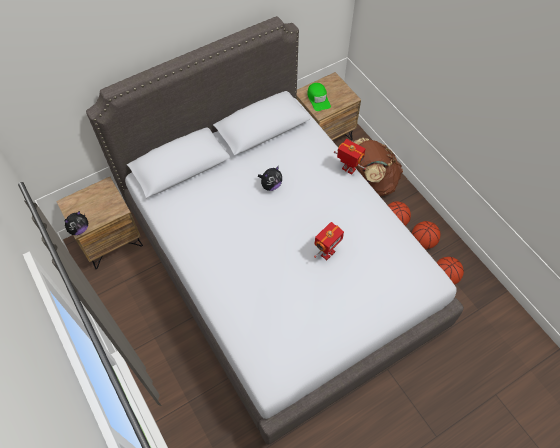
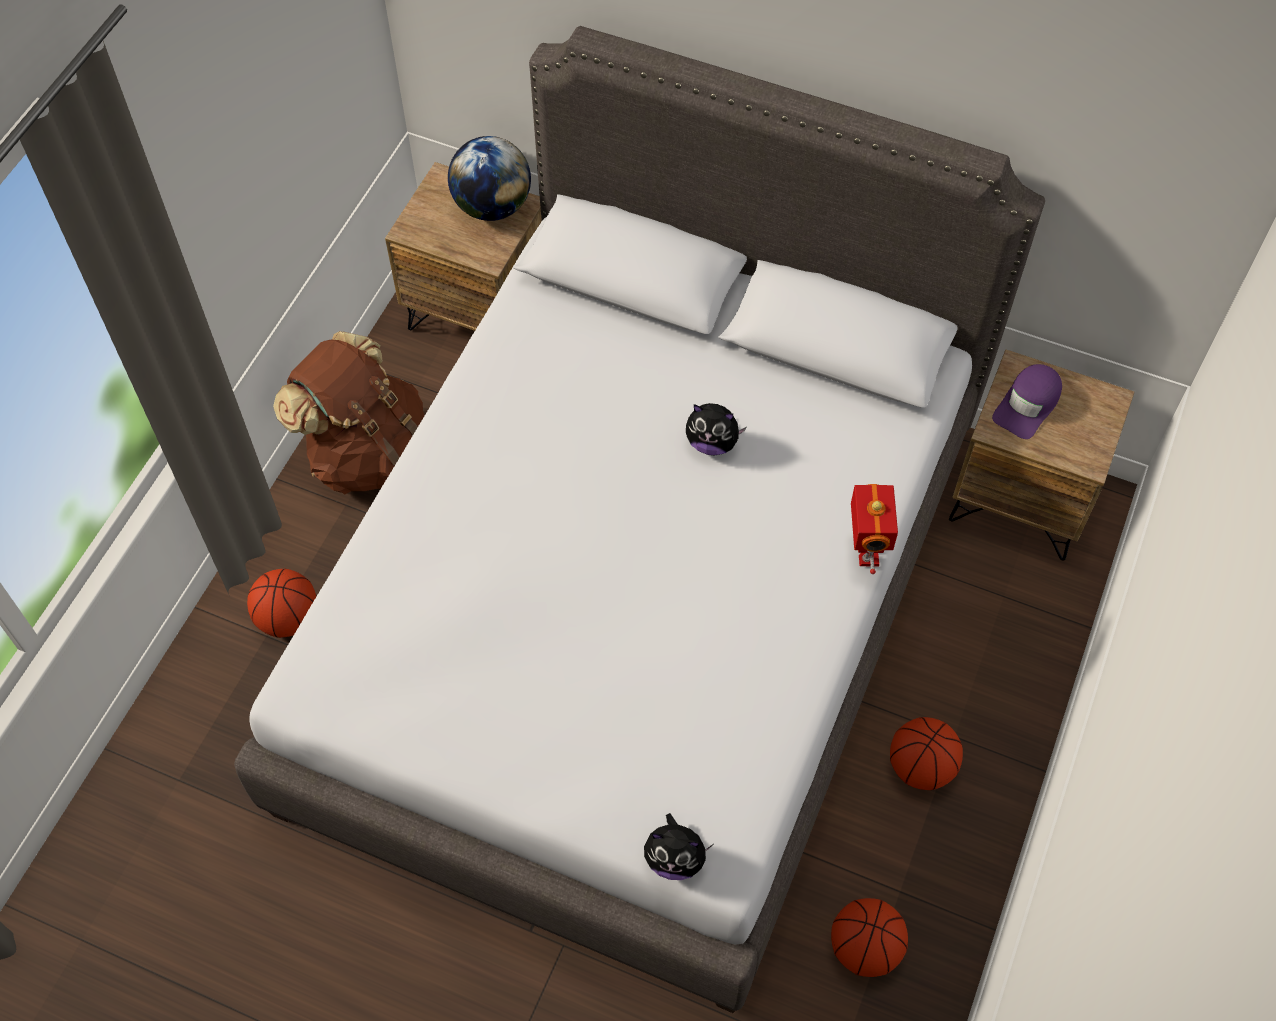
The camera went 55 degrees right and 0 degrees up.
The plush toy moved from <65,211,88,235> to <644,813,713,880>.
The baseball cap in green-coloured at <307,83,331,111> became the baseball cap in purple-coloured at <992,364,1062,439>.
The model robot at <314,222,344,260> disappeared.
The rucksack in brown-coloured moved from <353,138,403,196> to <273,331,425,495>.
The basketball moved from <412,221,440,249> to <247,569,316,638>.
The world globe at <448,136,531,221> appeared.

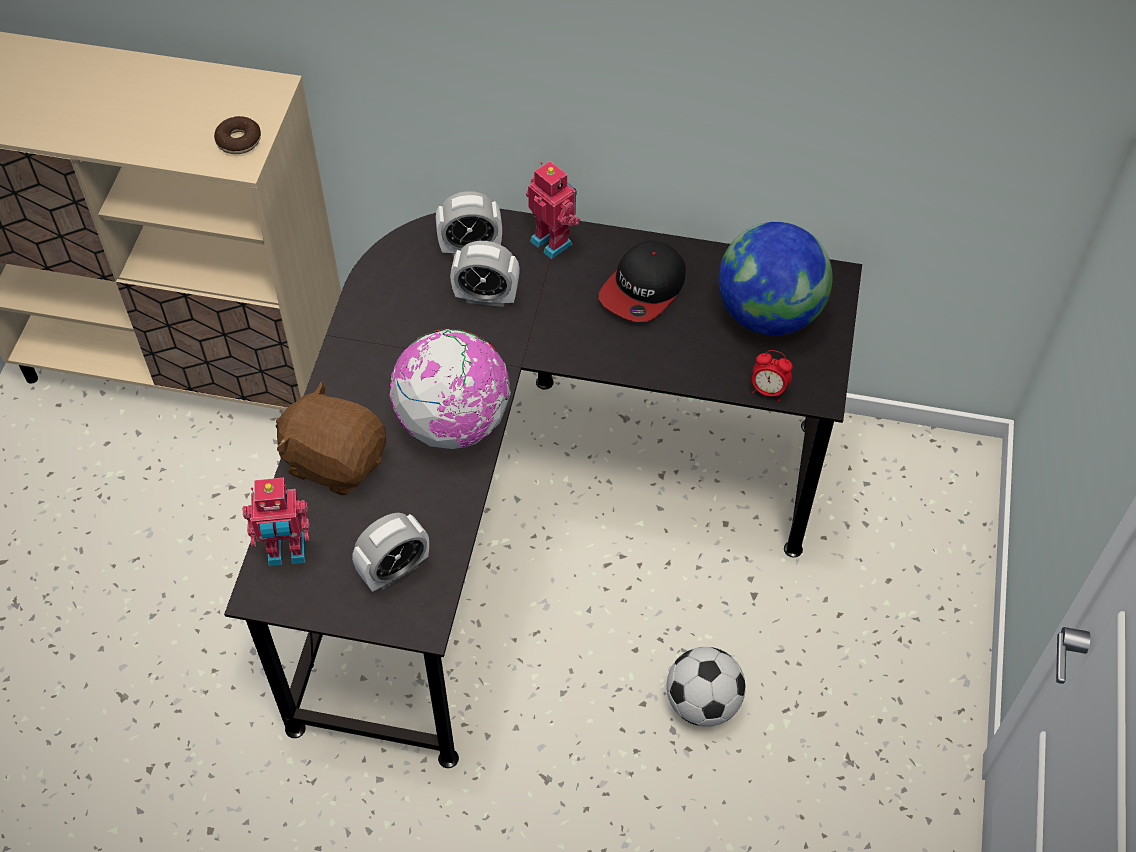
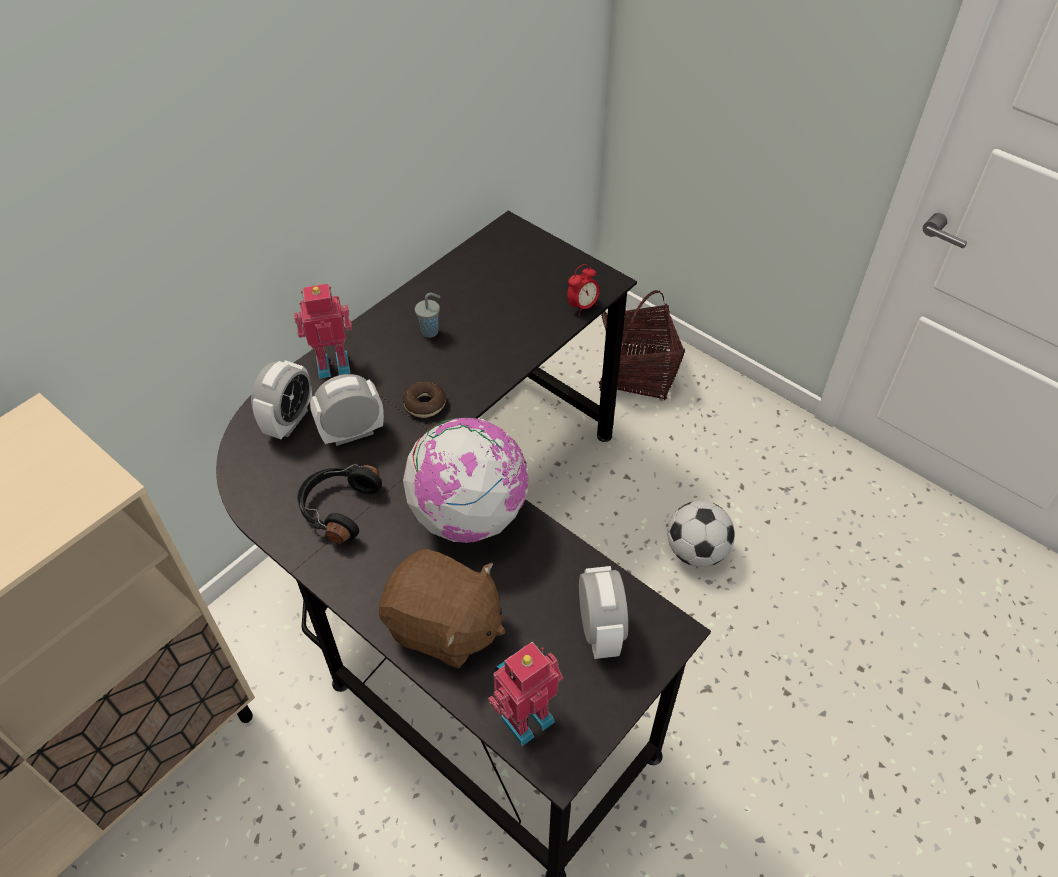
The camera went 60 degrees left and 5 degrees down.
The donut moved from <214,116,261,154> to <403,381,446,418>.
The model robot at <243,478,310,566> turned 150 degrees counterclockwise.
The plush toy in brown-coloured at <276,381,386,495> turned 120 degrees counterclockwise.
The table clock at <450,241,520,307> turned 150 degrees counterclockwise.
The baseball cap at <599,240,686,322> was replaced by the small cup in gray at <415,293,440,338>.
The world globe at <718,222,833,335> disappeared.
The pair of headphones in black-coloured at <297,464,382,544> appeared.
The storage basket at <599,290,685,400> appeared.

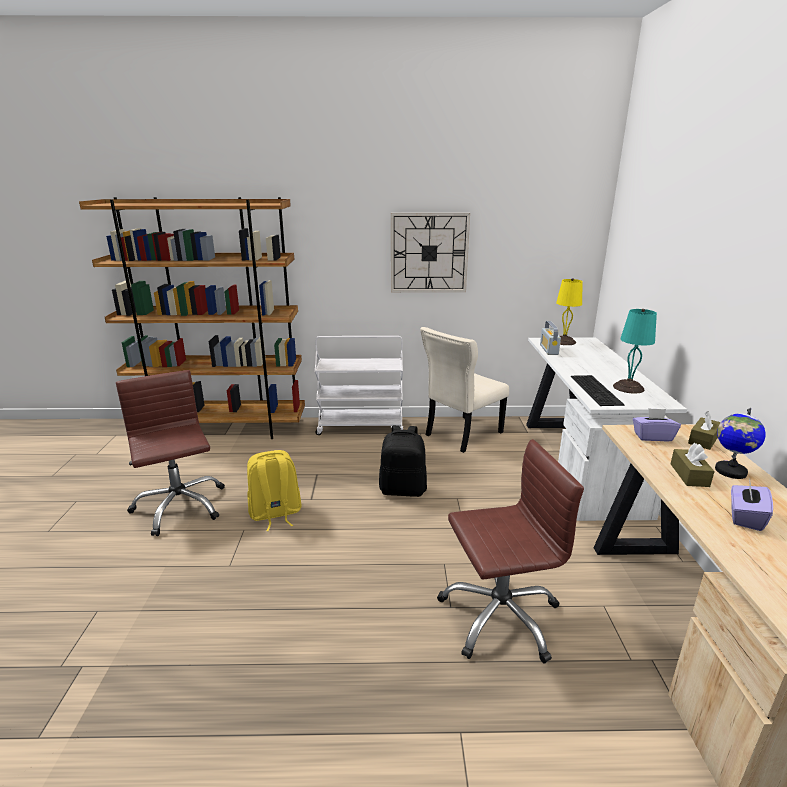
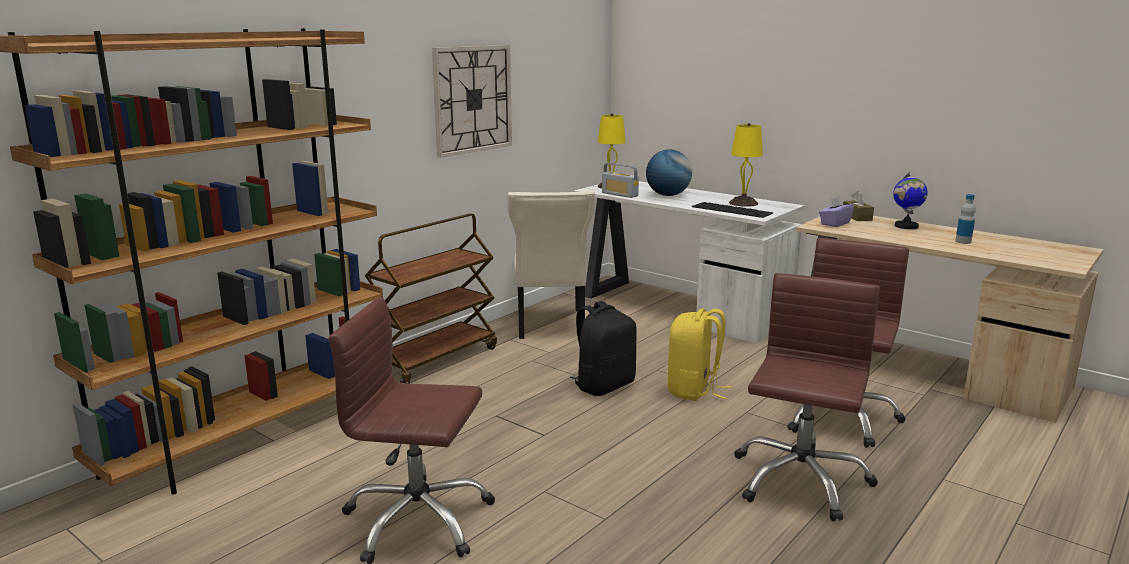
The camera went 50 degrees left and 5 degrees down.
The rucksack in yellow moved from <247,450,301,531> to <668,309,731,401>.
The wheeled cart in white at <315,336,403,435> became the wheeled cart in brown-coloured at <365,213,497,384>.
The tabletop lamp in blue-green at <613,309,657,393> became the tabletop lamp in yellow at <729,123,763,207>.
The tissue holder in brown-coloured at <671,443,715,487> disappeared.
The tissue holder in purple-coloured at <731,483,773,531> was replaced by the beverage bottle at <955,194,976,244>.
The world globe at <646,149,692,196> appeared.
The computer chair in brown-coloured at <734,273,880,521> appeared.

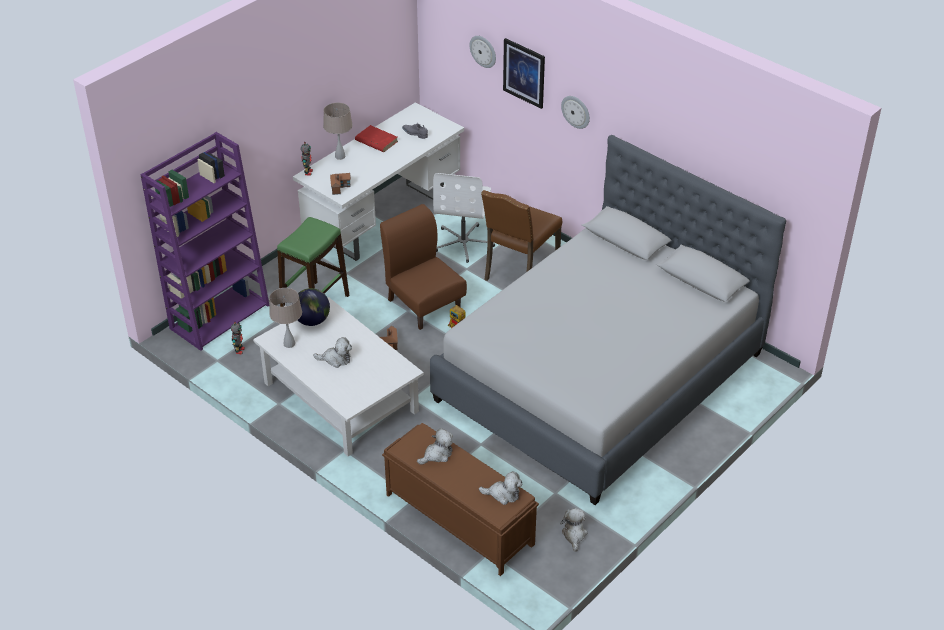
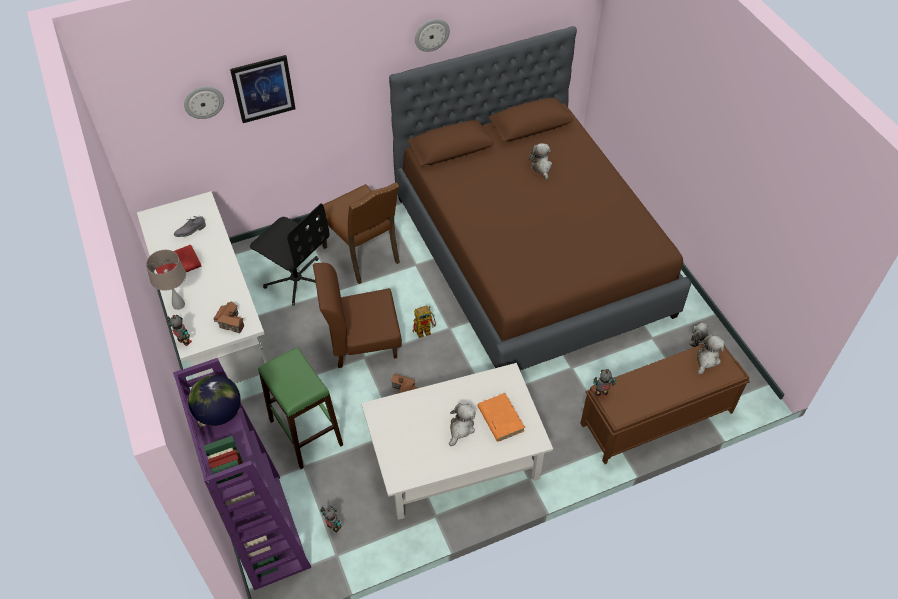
The camera went 65 degrees left and 10 degrees up.
The tabletop lamp in beige at <269,288,302,348> disappeared.
The world globe moved from <292,288,330,326> to <188,375,241,426>.
The plush toy moved from <417,428,453,465> to <529,143,552,180>.
The bedroom bed in gray at <430,135,786,505> became the bedroom bed in brown-coloured at <389,26,691,370>.
The computer chair in white at <433,173,495,263> became the computer chair in black-coloured at <250,203,329,306>.
The clock on the wall moved from <561,96,590,129> to <415,19,450,52>.
The volume in orangey at <477,393,525,442> appeared.
The model robot at <593,369,616,397> appeared.

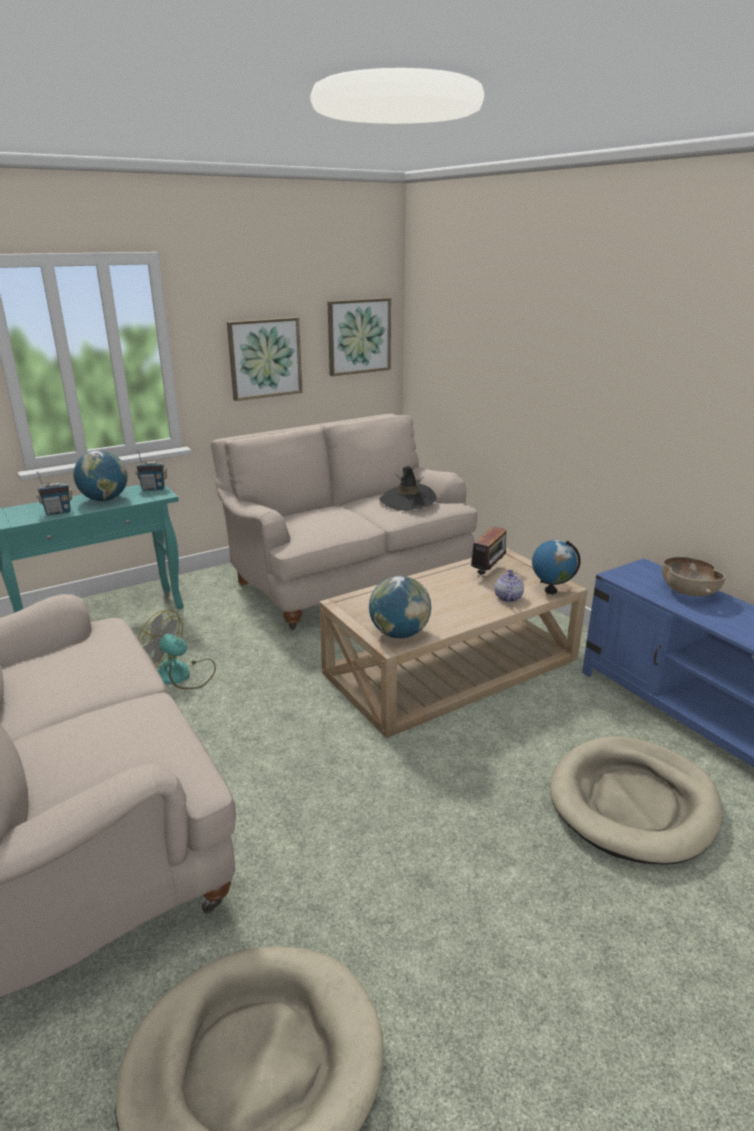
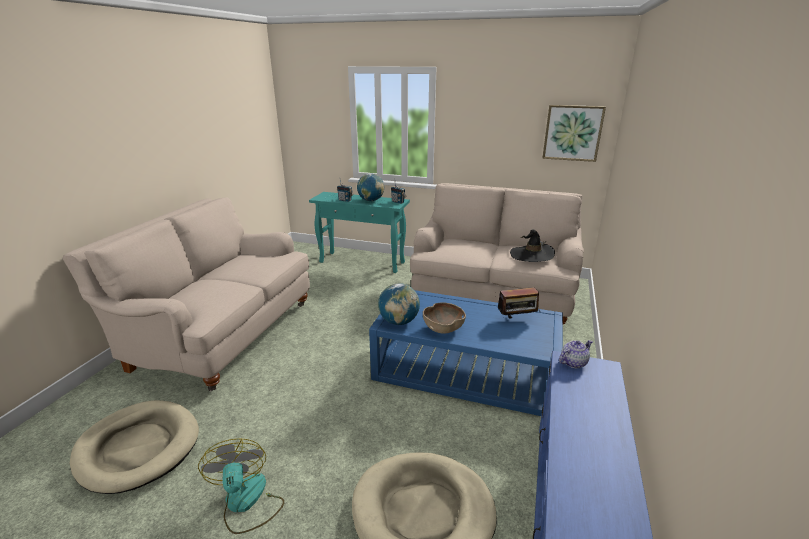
The camera went 50 degrees right and 0 degrees up.
The electric fan moved from <138,610,216,689> to <198,439,284,534>.
The wall picture at <227,317,302,401> disappeared.
The coffee table in beige at <319,548,588,738> became the coffee table in blue at <369,290,563,416>.
The teapot moved from <495,569,524,602> to <559,340,593,368>.
The world globe at <532,540,581,594> disappeared.
The serving bowl in brown-coloured moved from <662,556,726,597> to <423,303,466,334>.

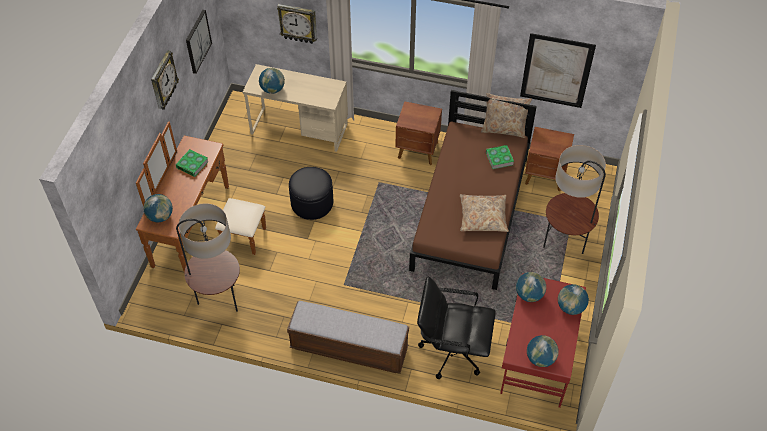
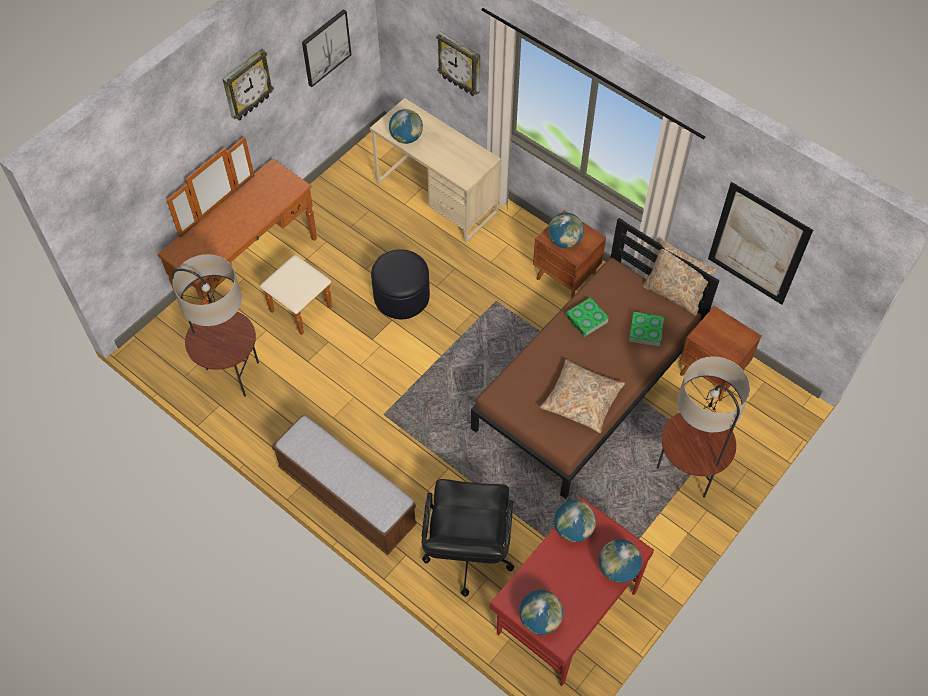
The camera went 25 degrees right and 5 degrees up.
The world globe moved from <143,194,173,222> to <548,213,584,248>.
The volume moved from <176,149,209,177> to <566,297,609,337>.
The computer chair in black-coloured at <417,276,496,379> turned 120 degrees counterclockwise.

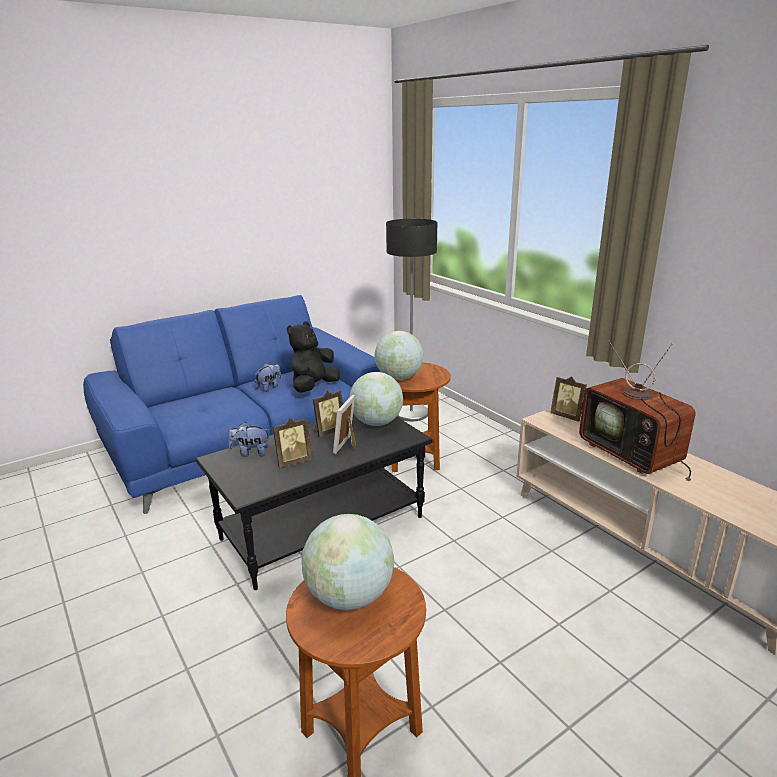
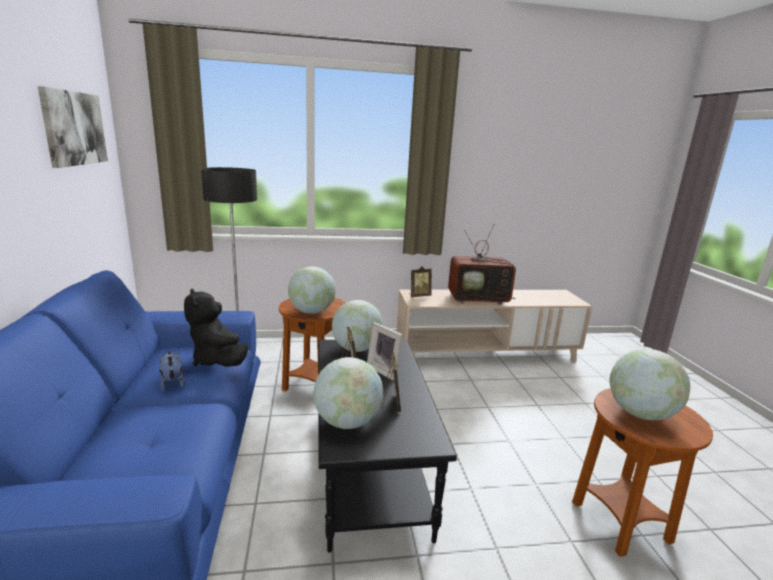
The camera went 65 degrees left and 5 degrees down.
The plush toy at <228,422,270,457> was replaced by the world globe at <313,357,383,429>.
The wall picture at <38,86,108,168> appeared.

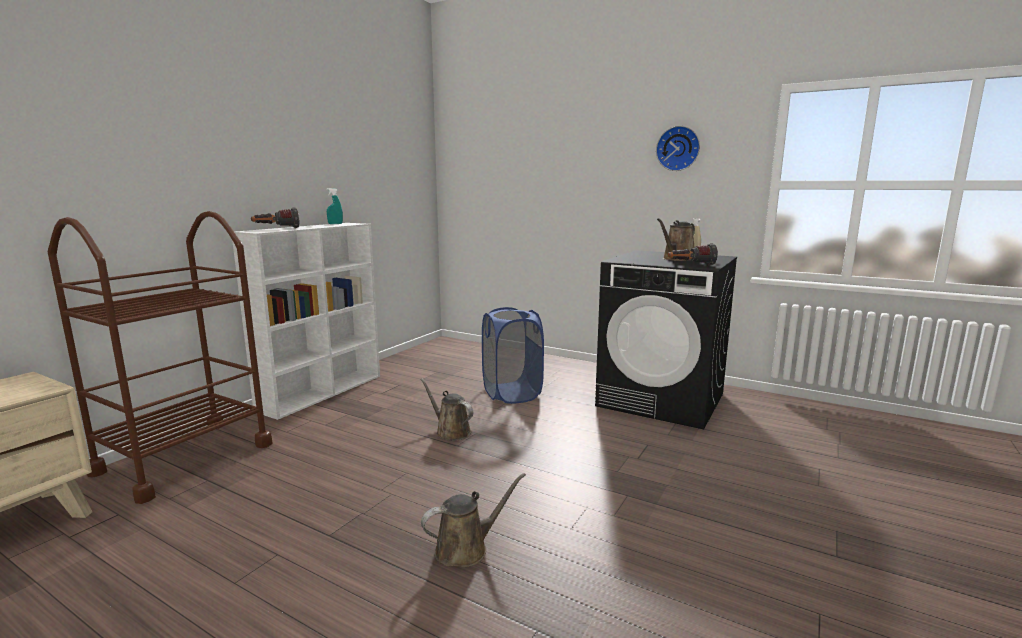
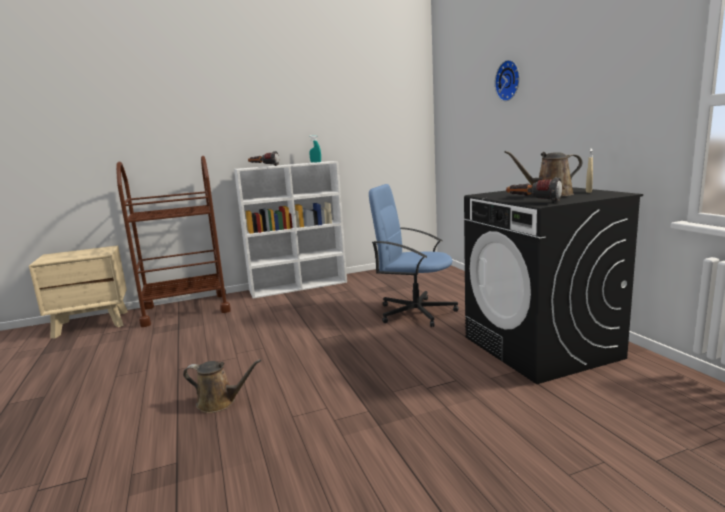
The camera went 40 degrees right and 0 degrees up.
The sprinkling can in brown-coloured at <421,379,473,441> disappeared.
The laundry basket in blue at <482,307,544,404> was replaced by the computer chair in blue at <369,184,459,327>.
The clock on the wall moved from <656,126,700,171> to <495,60,520,101>.

